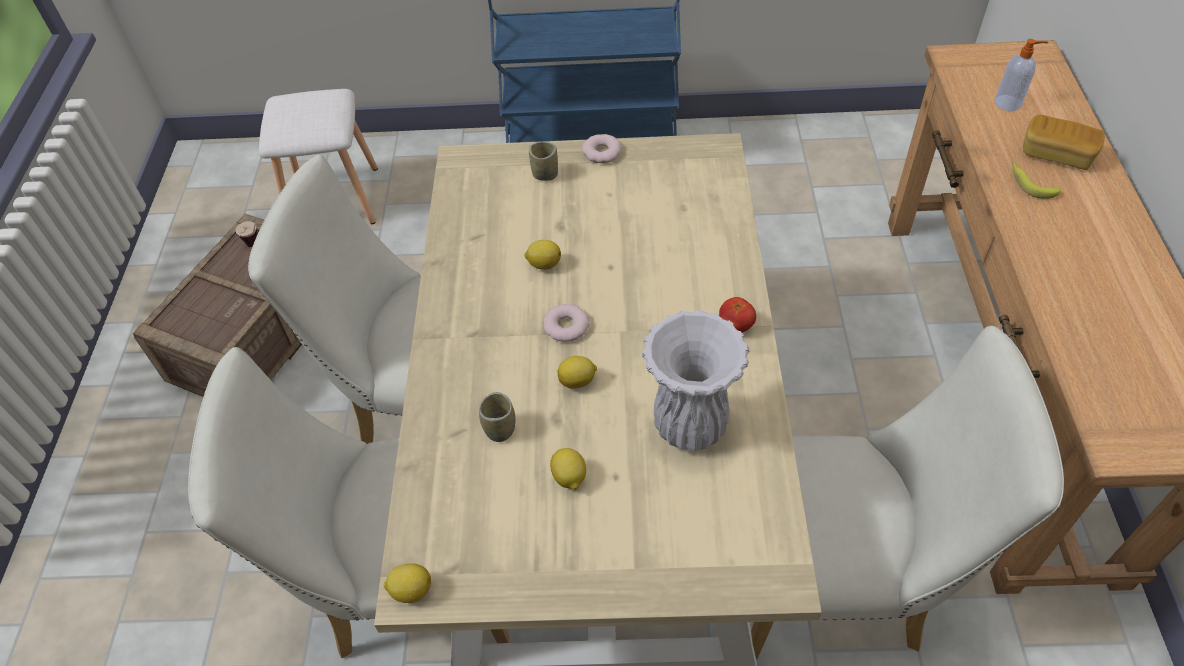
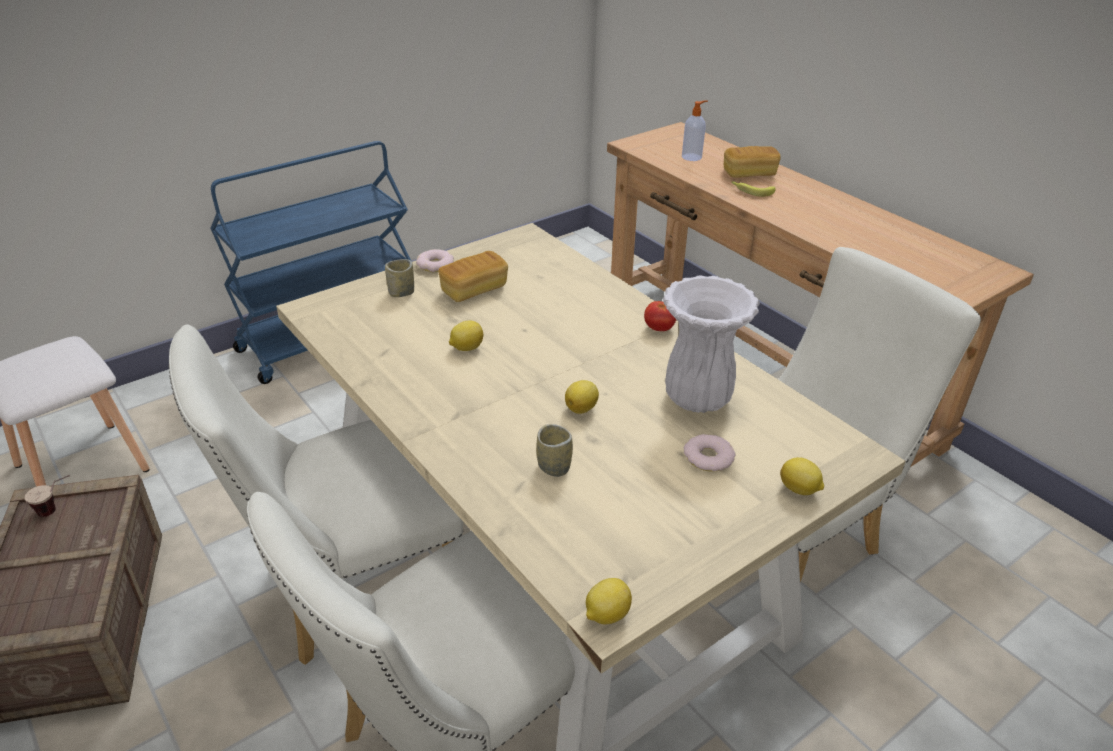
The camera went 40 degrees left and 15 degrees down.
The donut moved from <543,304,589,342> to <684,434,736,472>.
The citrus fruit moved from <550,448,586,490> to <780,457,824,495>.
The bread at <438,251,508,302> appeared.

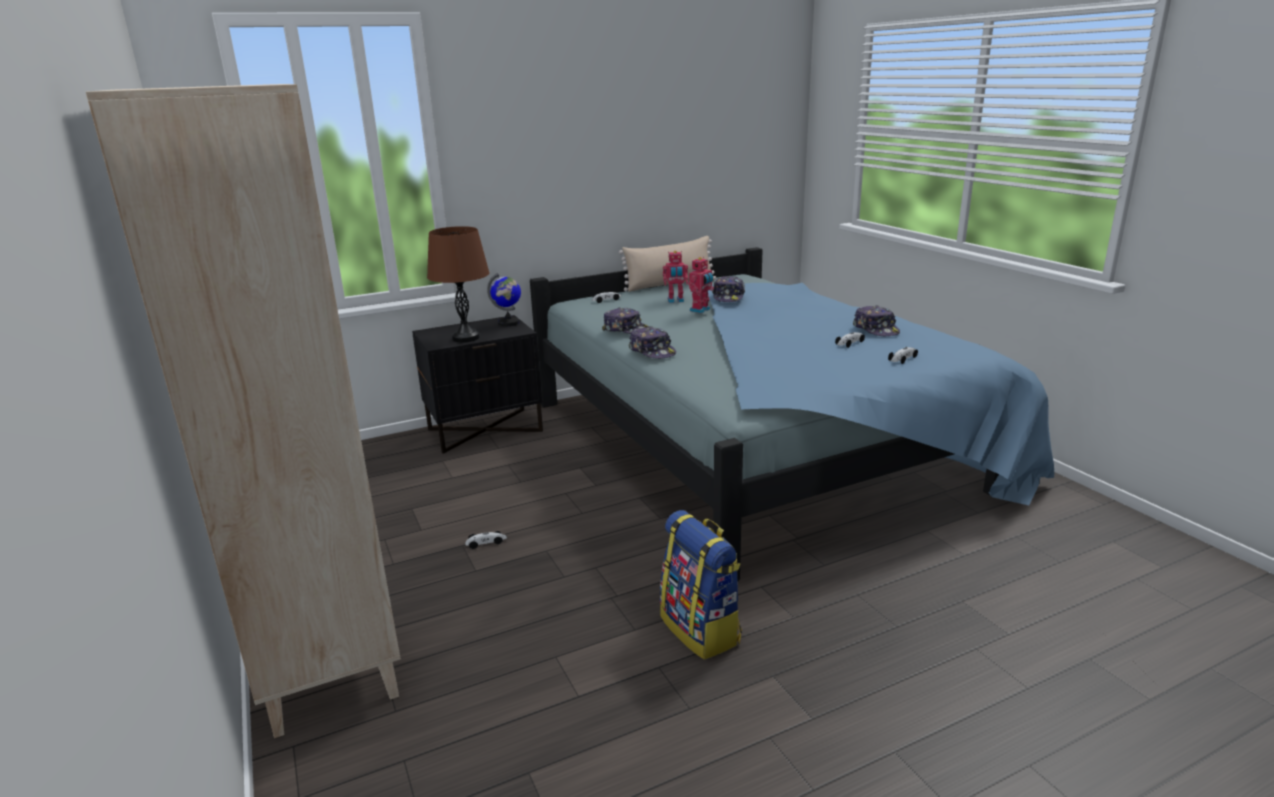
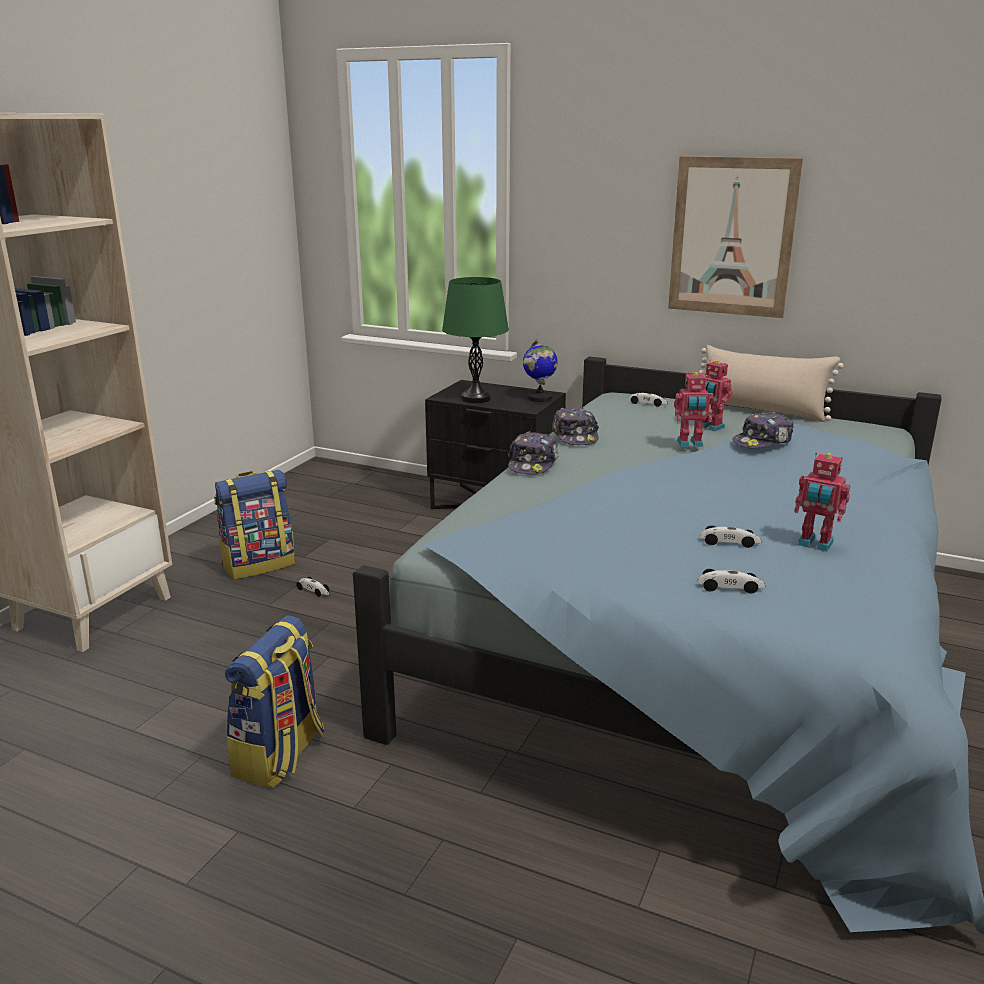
The camera went 50 degrees right and 0 degrees up.
The tabletop lamp in brown-coloured at <427,226,490,342> became the tabletop lamp in green-coloured at <442,277,509,403>.
The baseball cap at <853,305,900,336> was replaced by the model robot at <794,452,850,552>.
The rucksack at <214,470,295,580> appeared.
The wall picture at <668,156,803,318> appeared.

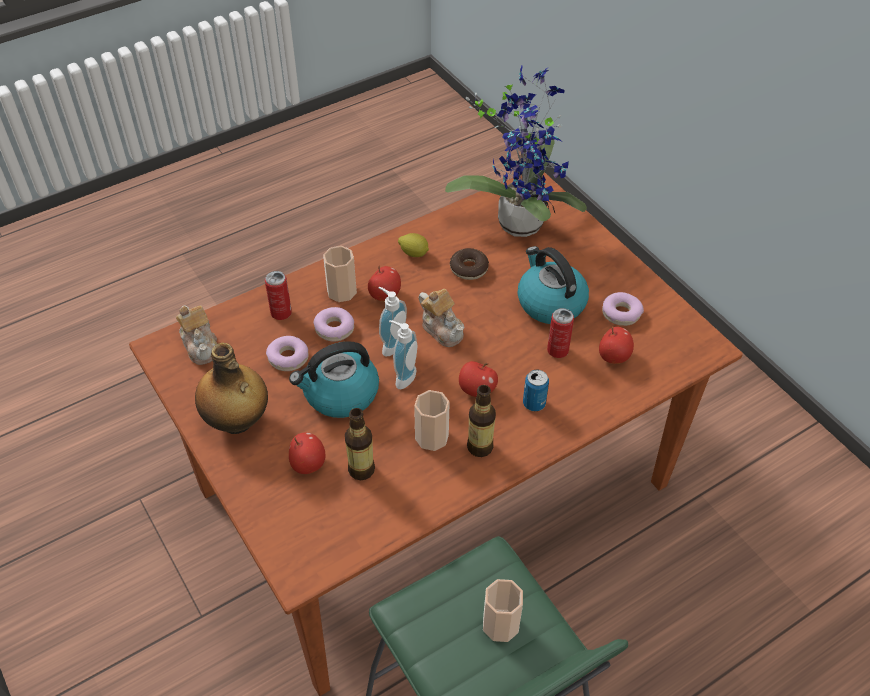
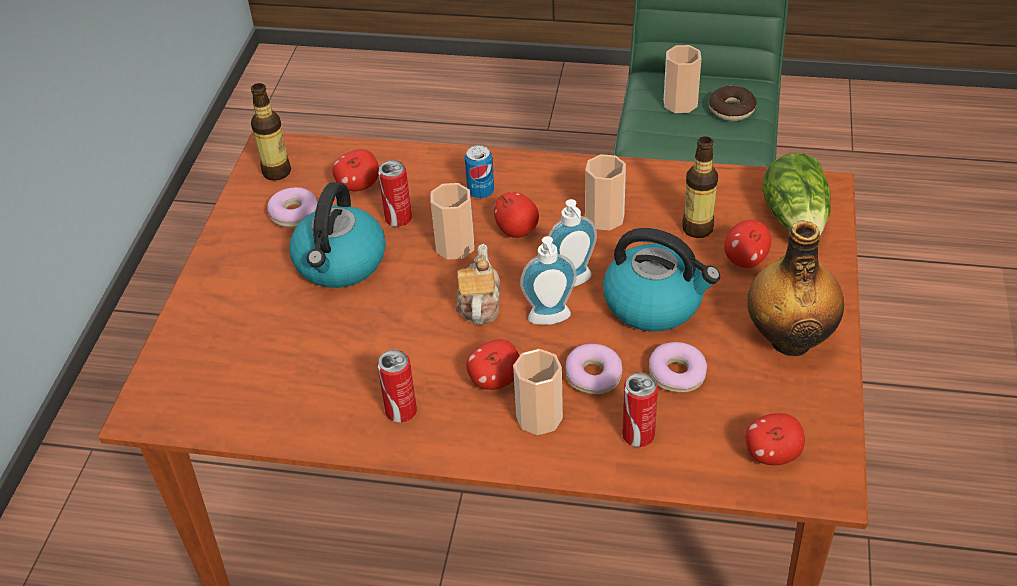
The camera went 135 degrees left and 5 degrees down.
The teapot at <176,305,217,365> was replaced by the whole apple at <745,413,805,465>.
The citrus fruit at <398,233,429,257> was replaced by the sealed can at <377,349,417,422>.
The potted plant at <445,66,587,237> disappeared.
The donut moved from <450,248,489,280> to <709,86,757,121>.
The beverage bottle moved from <467,385,496,457> to <251,83,291,181>.
The small cup at <431,183,474,259> appeared.
The lettuce head at <762,153,831,236> appeared.

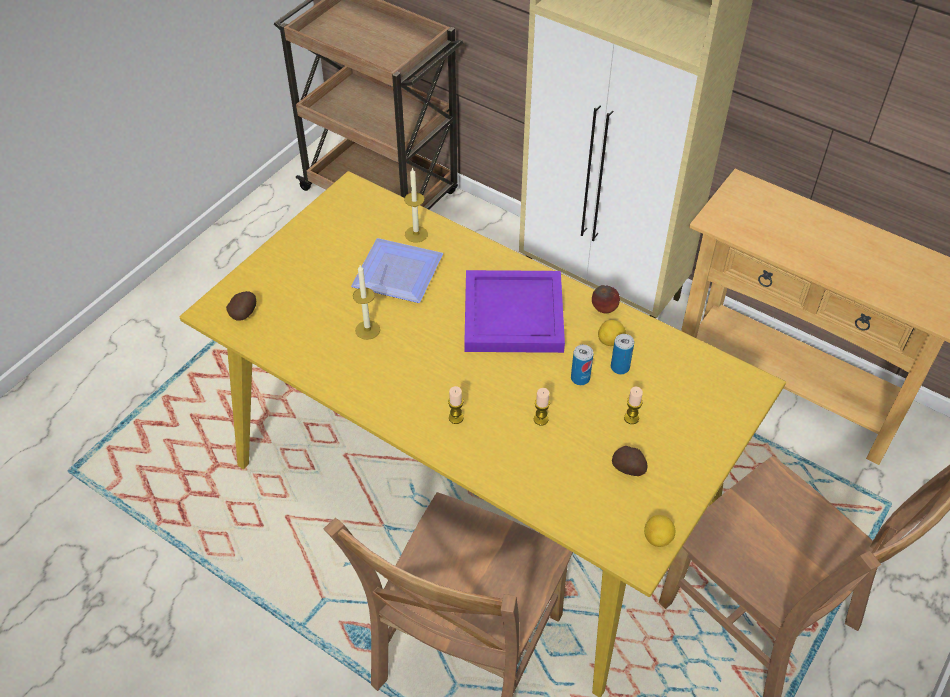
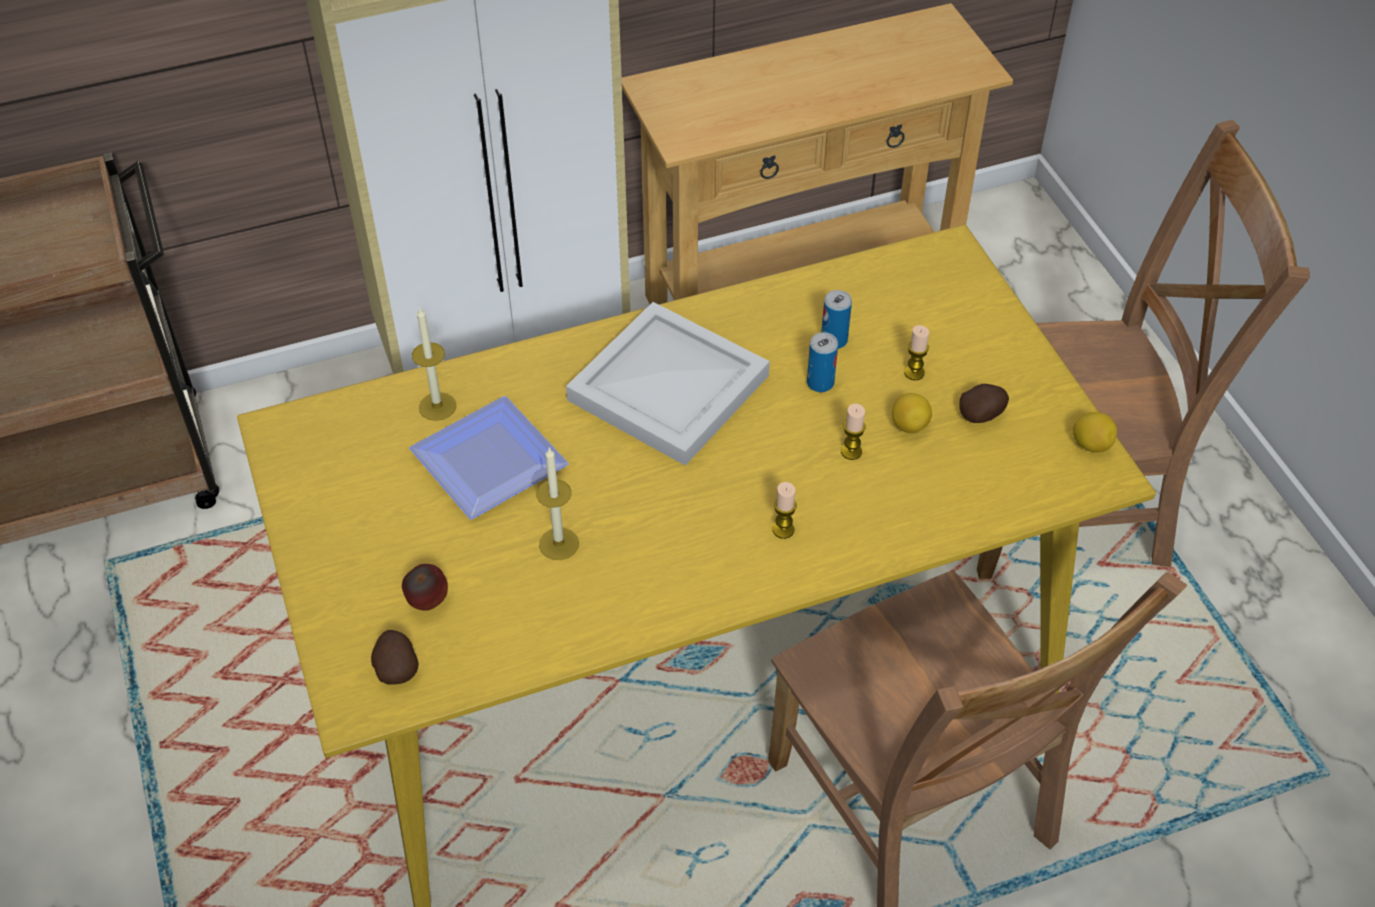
The camera went 55 degrees left and 0 degrees up.
The serving tray in purple-coloured at <464,270,565,353> became the serving tray in white at <566,302,770,466>.
The whole apple moved from <592,285,620,313> to <402,564,448,611>.
The citrus fruit moved from <598,320,626,346> to <892,393,932,433>.

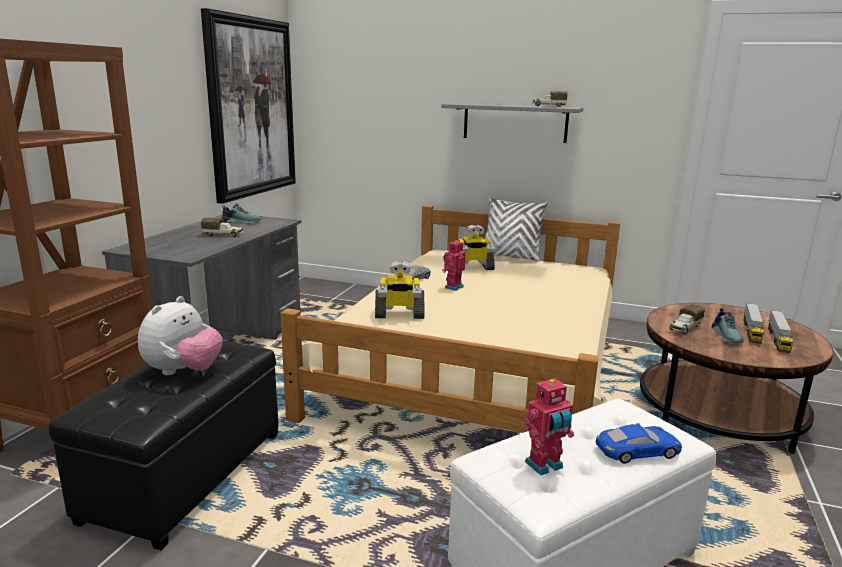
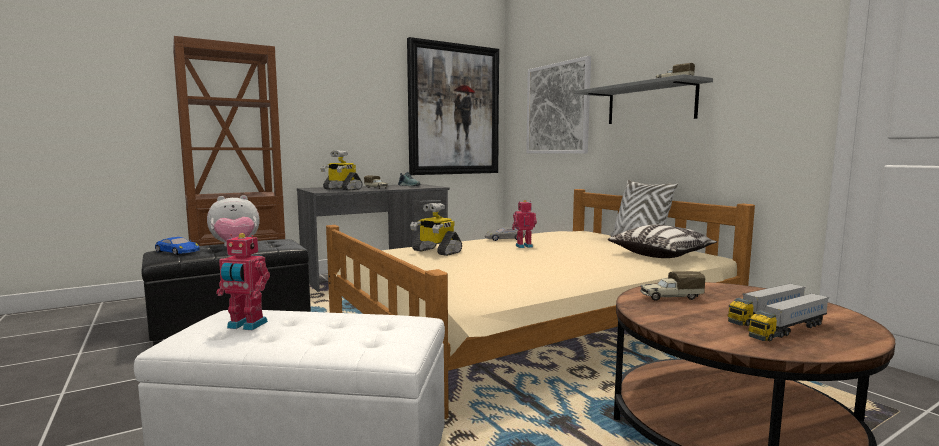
The camera went 40 degrees right and 10 degrees down.
The model robot moved from <458,225,495,270> to <320,150,363,191>.
The model car in blue moved from <596,423,682,463> to <155,237,200,255>.
The low shoe at <712,308,744,343> disappeared.
The wall picture at <526,56,591,154> appeared.
The throw pillow at <608,224,717,258> appeared.

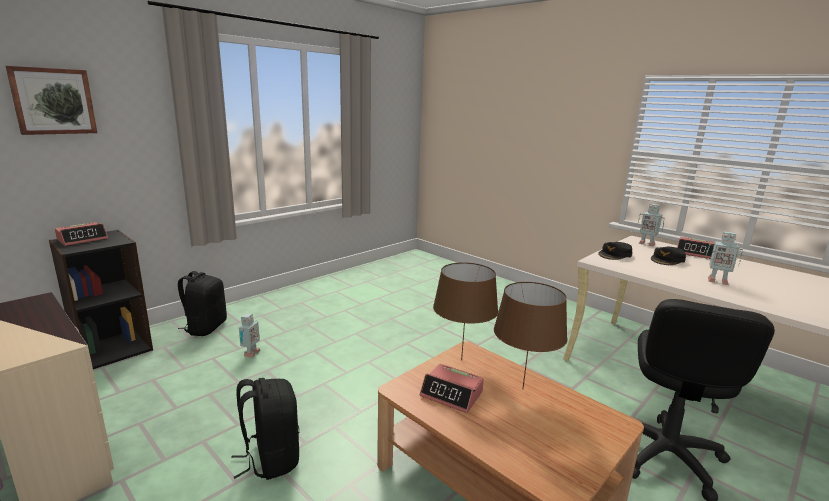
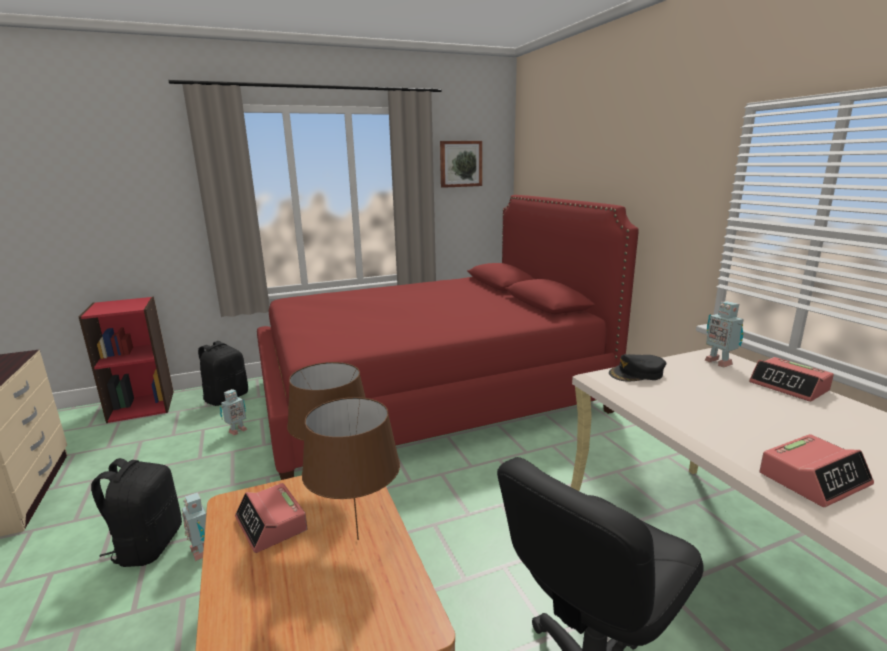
The camera went 25 degrees right and 0 degrees up.
The wall picture moved from <6,66,97,135> to <440,141,482,188>.
The shelving unit in black-coloured at <49,230,153,369> became the shelving unit in red-coloured at <79,297,174,423>.
The table clock moved from <55,222,108,246> to <759,434,874,507>.
The baseball cap in black-coloured at <651,247,686,265> disappeared.
The model robot moved from <705,231,743,285> to <182,492,206,561>.
The bedroom bed in red-coloured at <257,195,639,480> appeared.

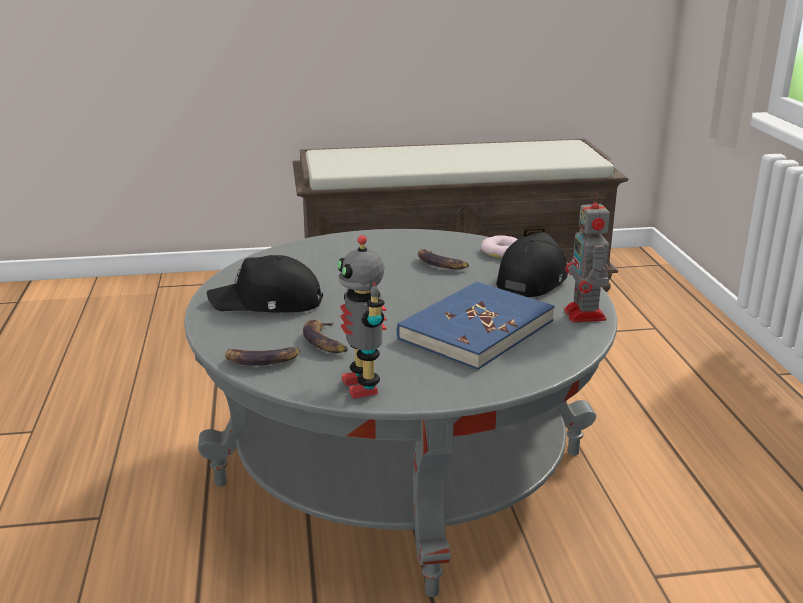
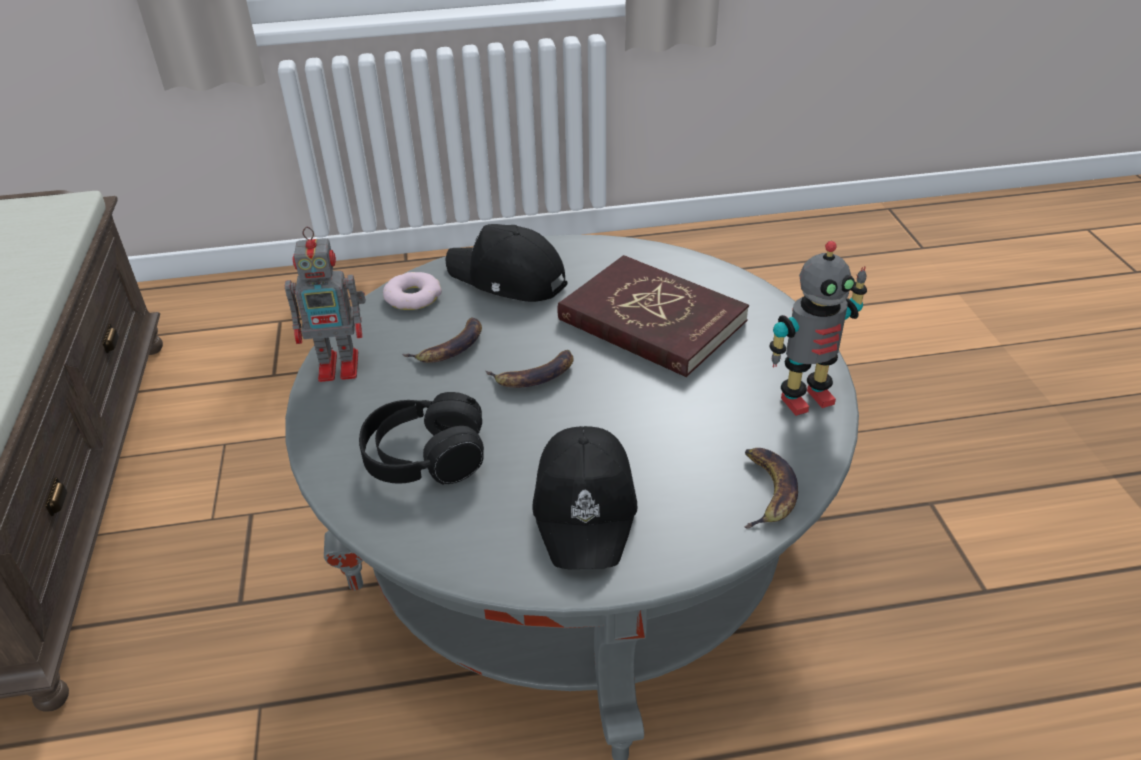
The camera went 90 degrees left and 15 degrees up.
The banana moved from <303,320,348,353> to <486,350,574,388>.
The volume in blue at <397,281,555,370> became the volume in red-coloured at <557,255,749,377>.
The model robot moved from <564,191,610,322> to <285,227,366,382>.
The pair of headphones in black-coloured at <359,392,484,485> appeared.

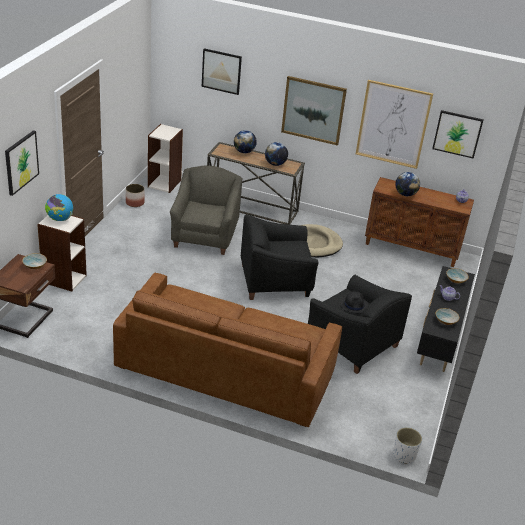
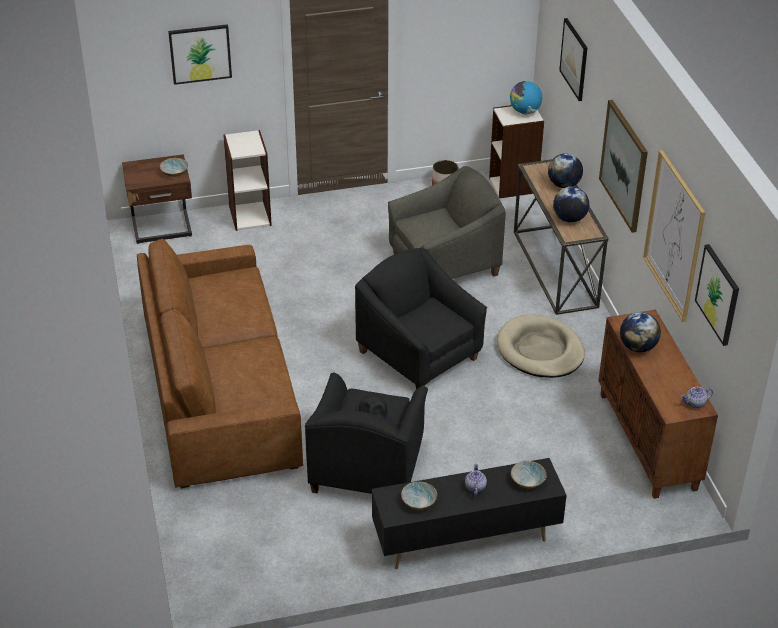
The camera went 60 degrees right and 5 degrees up.
The world globe moved from <45,194,73,221> to <510,81,542,115>.
The planter in white at <393,427,422,464> disappeared.

